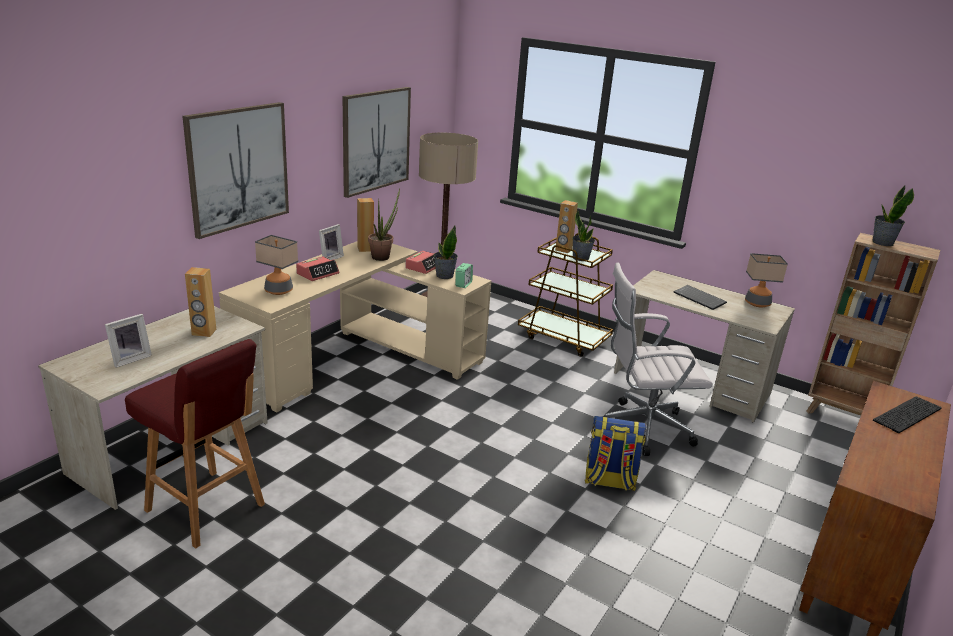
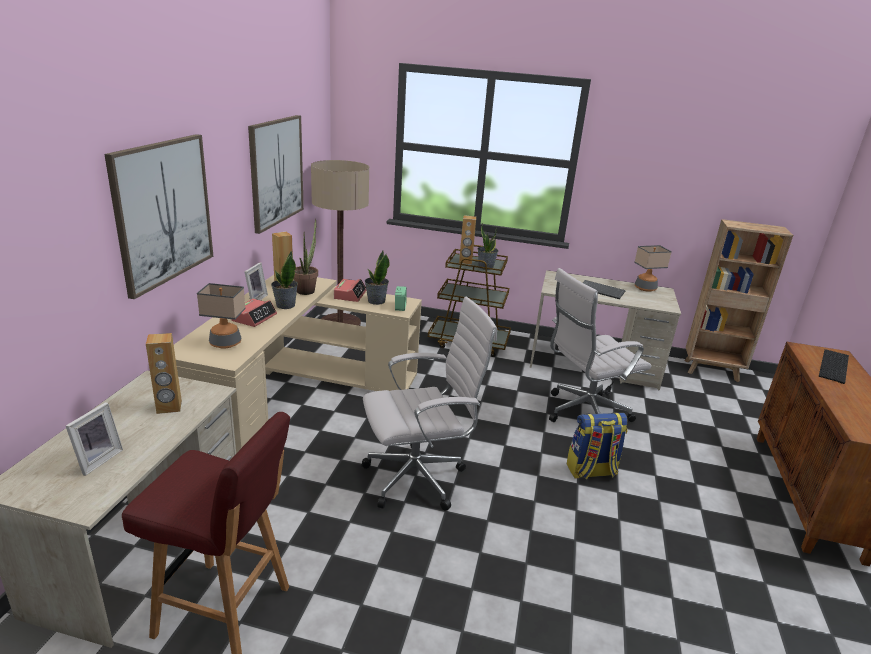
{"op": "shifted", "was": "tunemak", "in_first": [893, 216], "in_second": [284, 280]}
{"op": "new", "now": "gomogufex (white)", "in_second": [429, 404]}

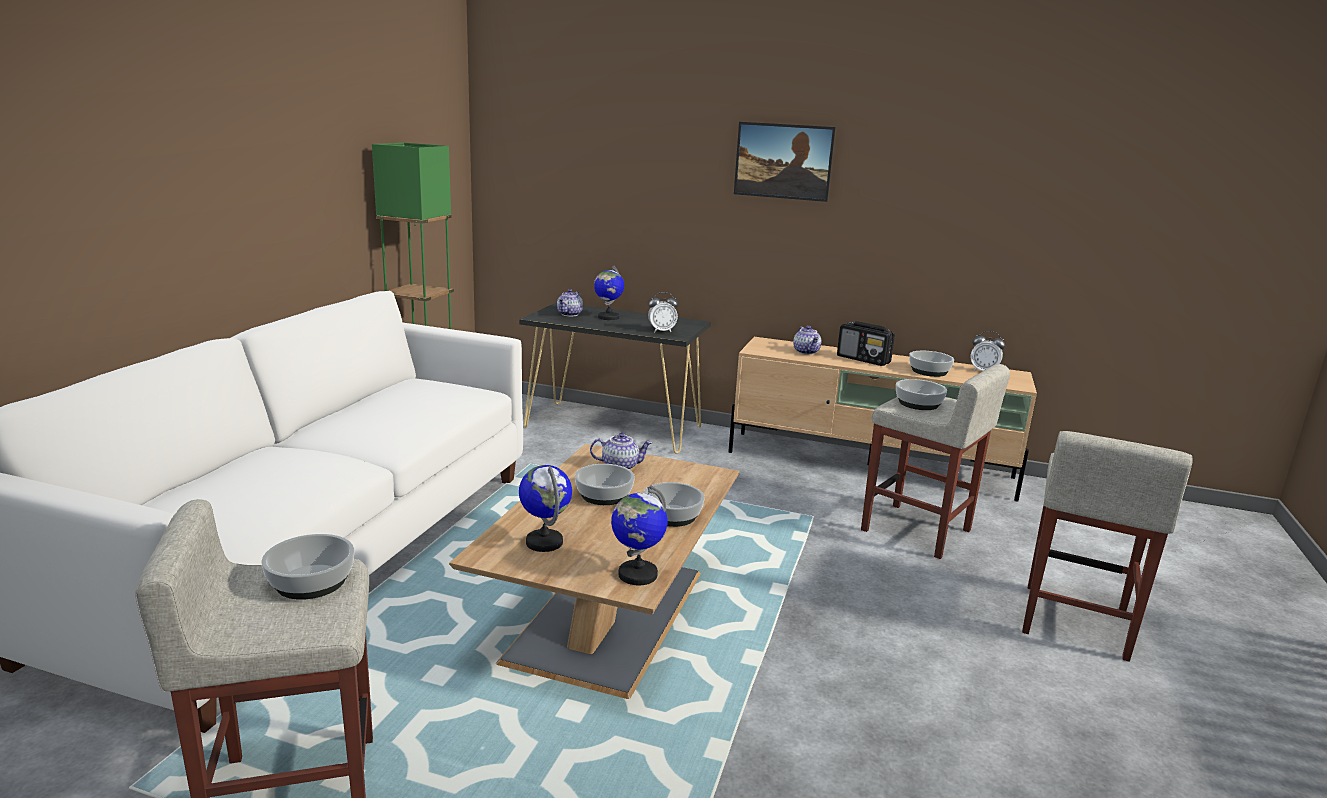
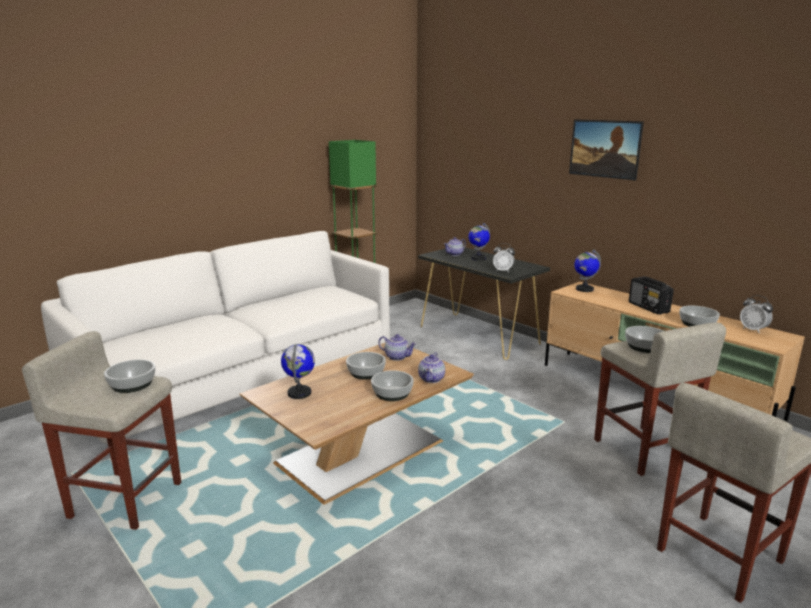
{"op": "shifted", "was": "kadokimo", "in_first": [807, 340], "in_second": [431, 367]}
{"op": "shifted", "was": "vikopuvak", "in_first": [639, 535], "in_second": [587, 270]}

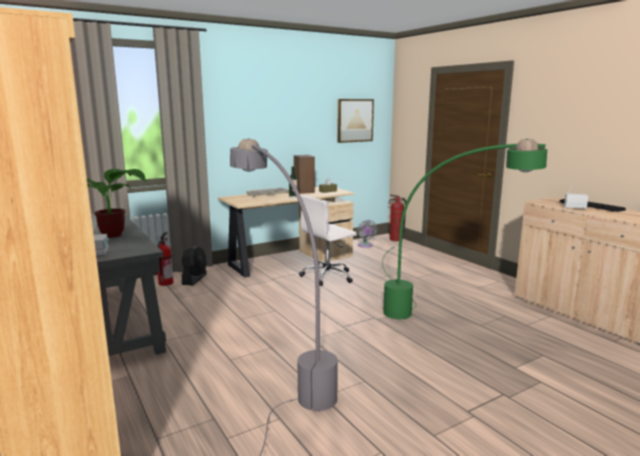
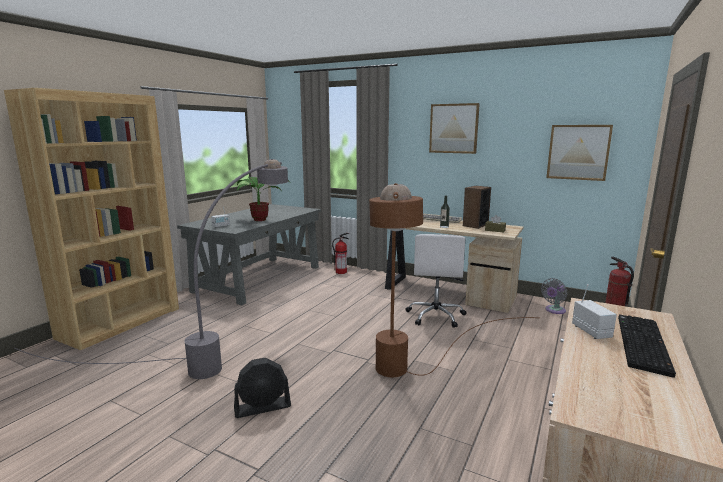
{"op": "repainted", "was": "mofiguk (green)", "now": "mofiguk (brown)", "in_first": [464, 229], "in_second": [454, 280]}
{"op": "rotated", "was": "gomogufex (white)", "in_first": [328, 240], "in_second": [436, 281], "clockwise": -105}
{"op": "shifted", "was": "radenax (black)", "in_first": [194, 265], "in_second": [262, 388]}
{"op": "new", "now": "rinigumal", "in_second": [454, 128]}

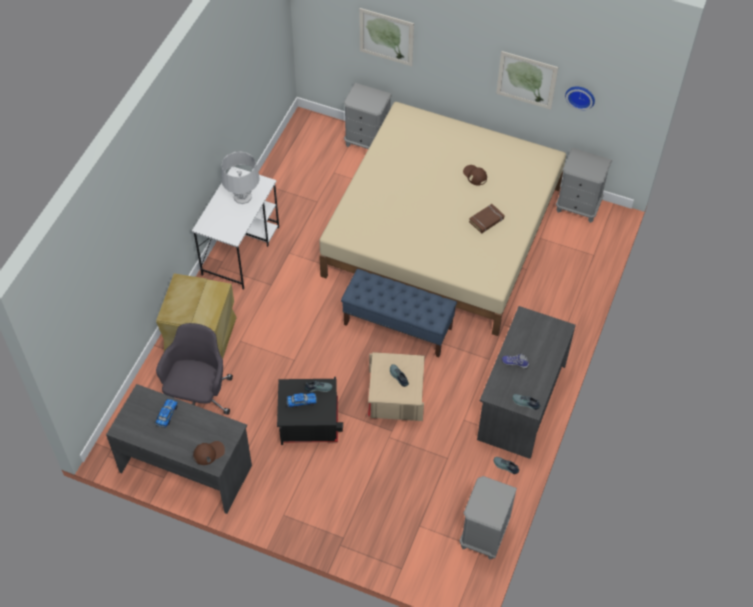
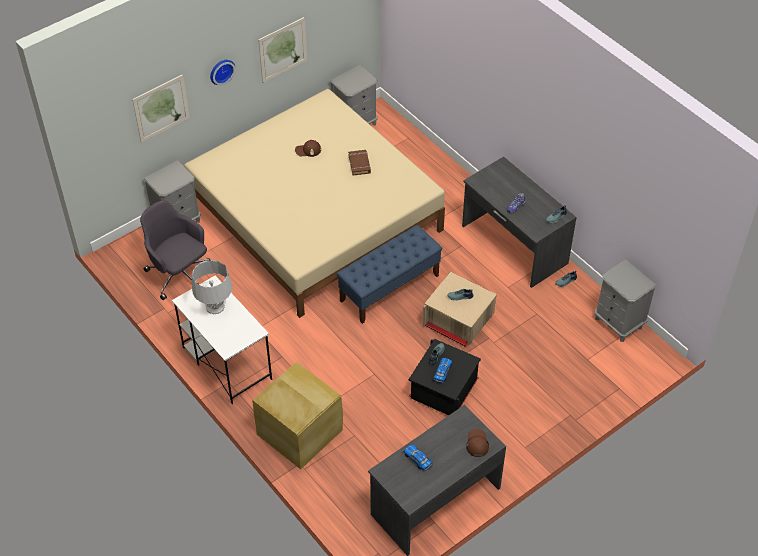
{"op": "shifted", "was": "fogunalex", "in_first": [580, 98], "in_second": [222, 72]}
{"op": "shifted", "was": "gomogufex (grey)", "in_first": [194, 369], "in_second": [175, 250]}

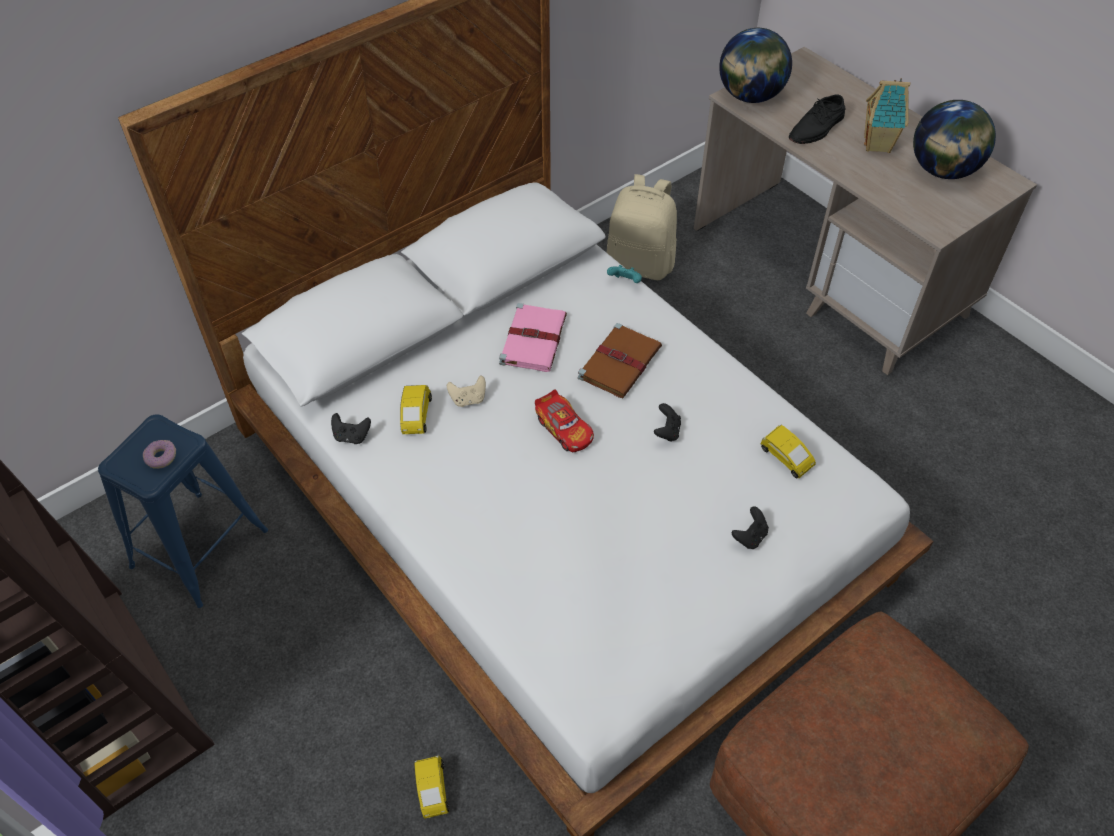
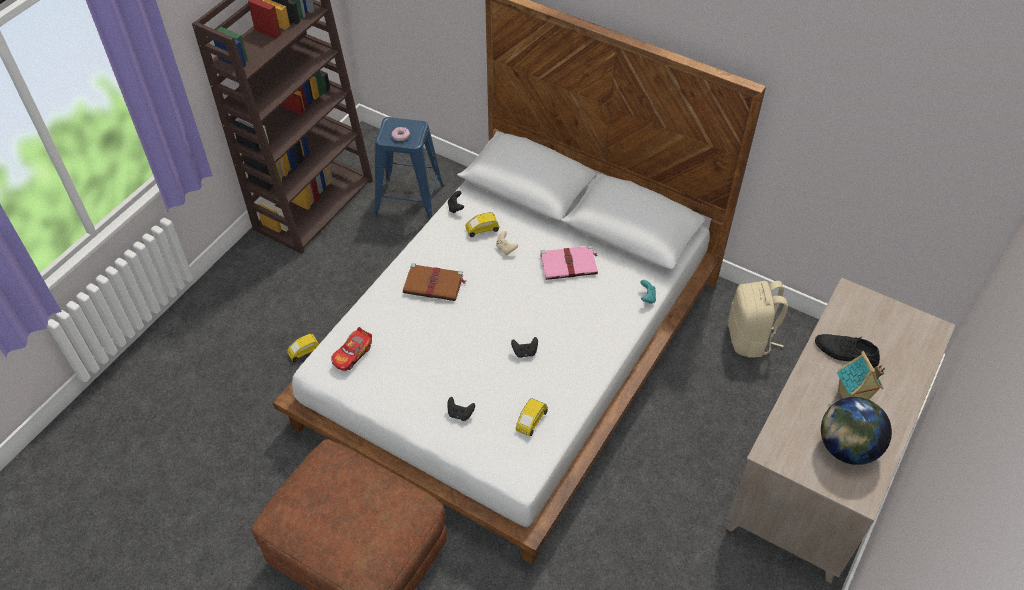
{"op": "gone", "was": "vikopuvak", "in_first": [755, 65]}
{"op": "shifted", "was": "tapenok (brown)", "in_first": [620, 360], "in_second": [434, 282]}
{"op": "shifted", "was": "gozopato", "in_first": [564, 421], "in_second": [351, 349]}

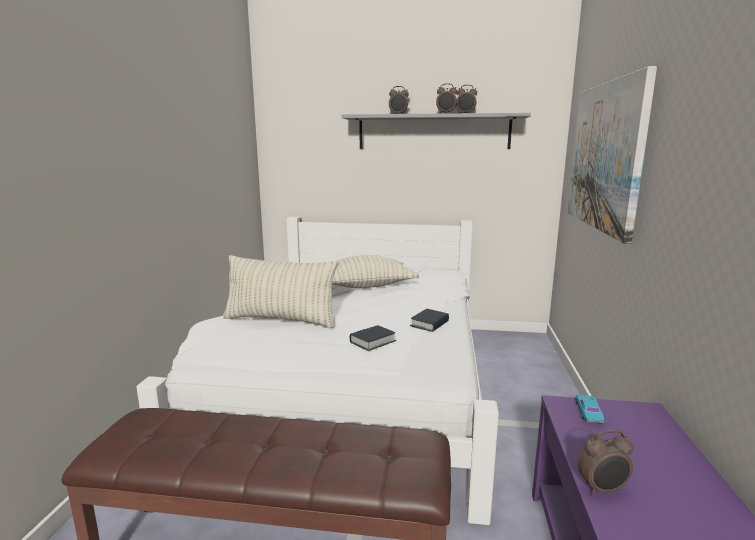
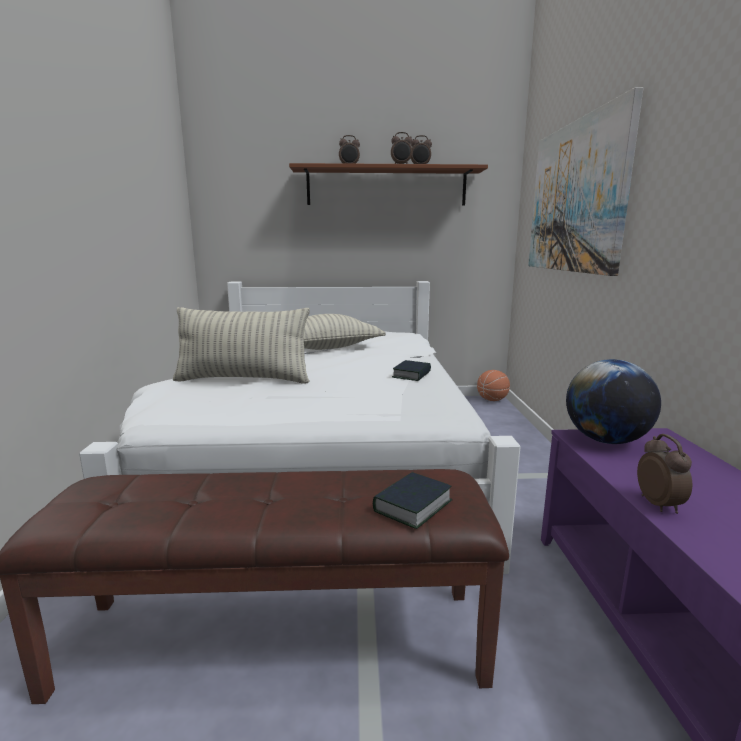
{"op": "repainted", "was": "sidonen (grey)", "now": "sidonen (brown)", "in_first": [436, 131], "in_second": [388, 184]}
{"op": "shifted", "was": "tapenok", "in_first": [373, 338], "in_second": [412, 500]}
{"op": "swapped", "was": "gozopato (turquoise)", "now": "vikopuvak", "in_first": [589, 408], "in_second": [613, 401]}
{"op": "rotated", "was": "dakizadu", "in_first": [606, 462], "in_second": [664, 474], "clockwise": -75}
{"op": "new", "now": "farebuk", "in_second": [493, 385]}

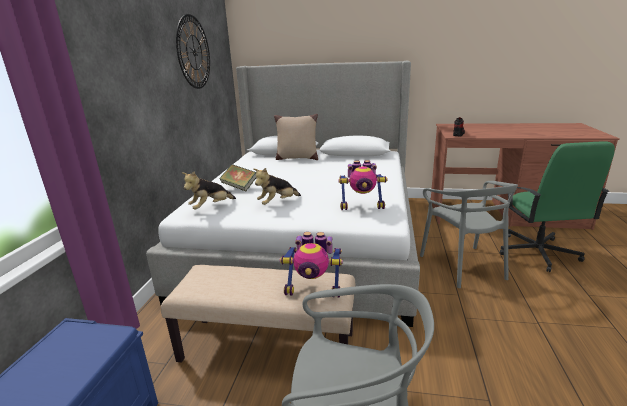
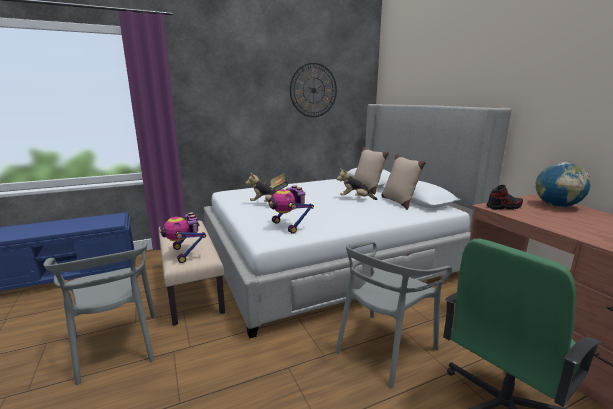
{"op": "shifted", "was": "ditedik", "in_first": [209, 190], "in_second": [357, 184]}
{"op": "new", "now": "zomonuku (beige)", "in_second": [403, 182]}
{"op": "new", "now": "vikopuvak", "in_second": [563, 184]}

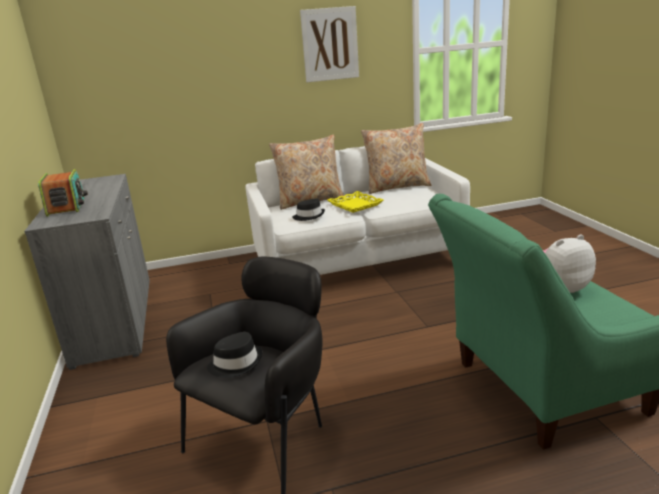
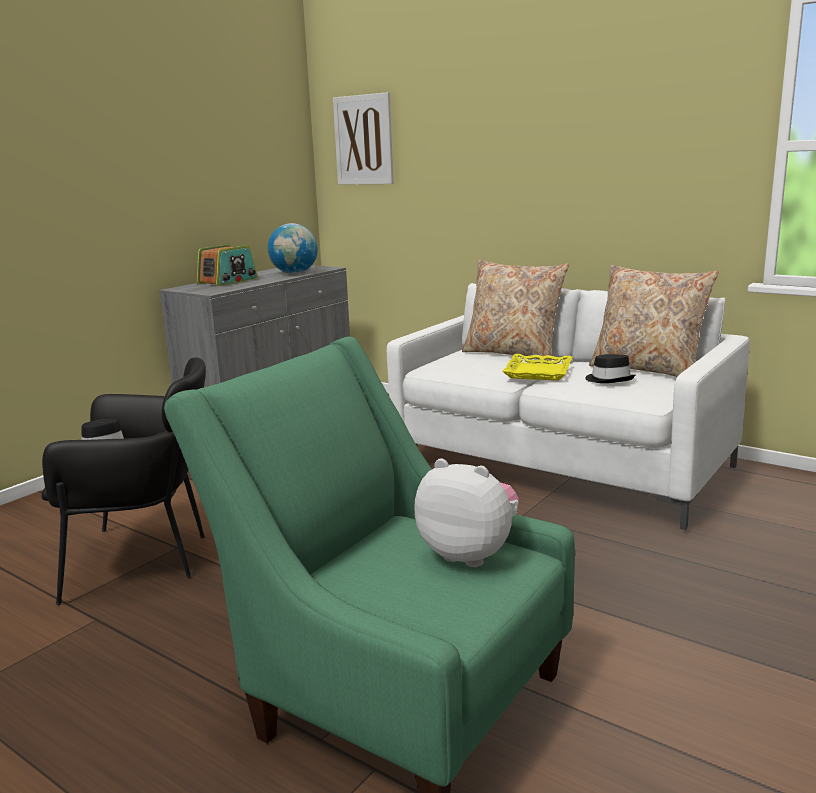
{"op": "shifted", "was": "rinigumal", "in_first": [329, 44], "in_second": [363, 138]}
{"op": "shifted", "was": "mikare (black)", "in_first": [308, 209], "in_second": [610, 368]}
{"op": "new", "now": "vikopuvak", "in_second": [293, 248]}

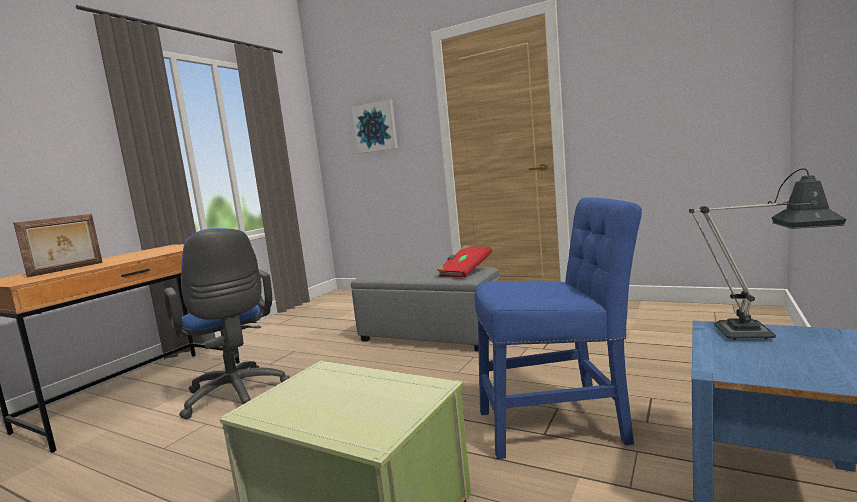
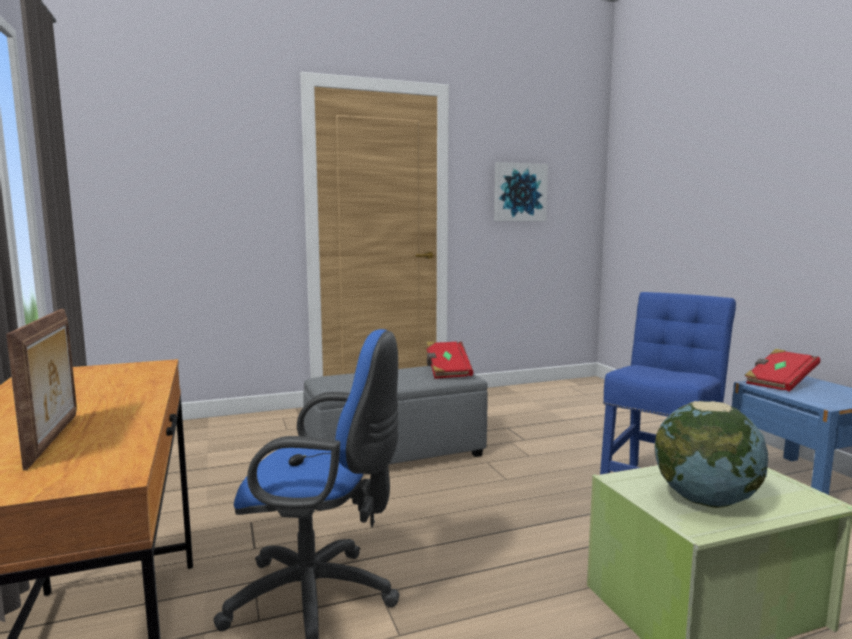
{"op": "shifted", "was": "rinigumal", "in_first": [375, 126], "in_second": [521, 191]}
{"op": "swapped", "was": "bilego", "now": "tapenok (red)", "in_first": [767, 254], "in_second": [782, 370]}
{"op": "new", "now": "vikopuvak", "in_second": [711, 454]}

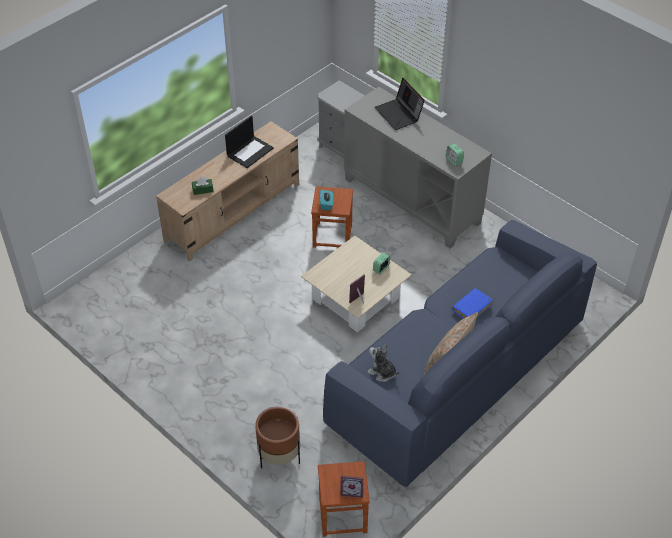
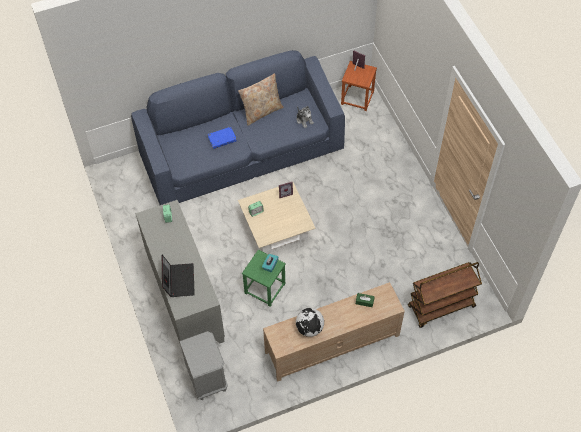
{"op": "swapped", "was": "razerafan", "now": "vikopuvak", "in_first": [249, 142], "in_second": [310, 322]}
{"op": "repainted", "was": "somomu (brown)", "now": "somomu (green)", "in_first": [332, 217], "in_second": [264, 278]}
{"op": "gone", "was": "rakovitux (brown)", "in_first": [277, 437]}
{"op": "new", "now": "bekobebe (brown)", "in_second": [445, 295]}

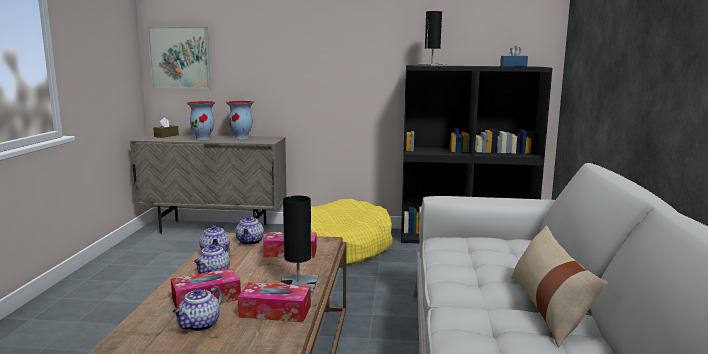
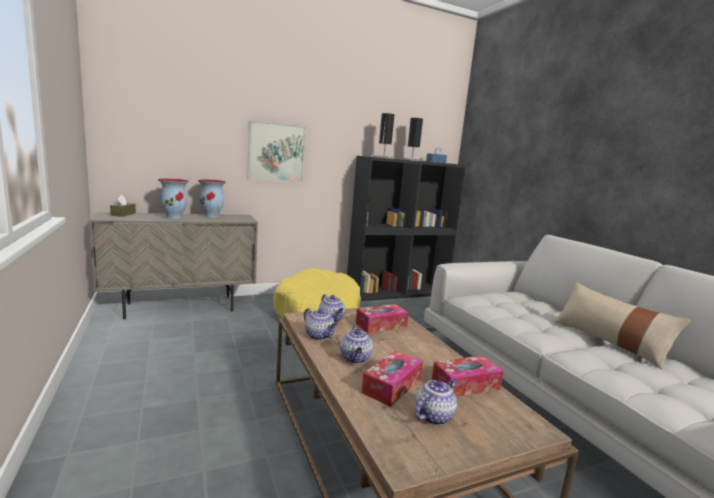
{"op": "shifted", "was": "rinigumal", "in_first": [179, 57], "in_second": [276, 151]}
{"op": "shifted", "was": "bilego (black)", "in_first": [299, 244], "in_second": [412, 139]}
{"op": "rotated", "was": "kadokimo", "in_first": [197, 308], "in_second": [436, 401], "clockwise": -135}

